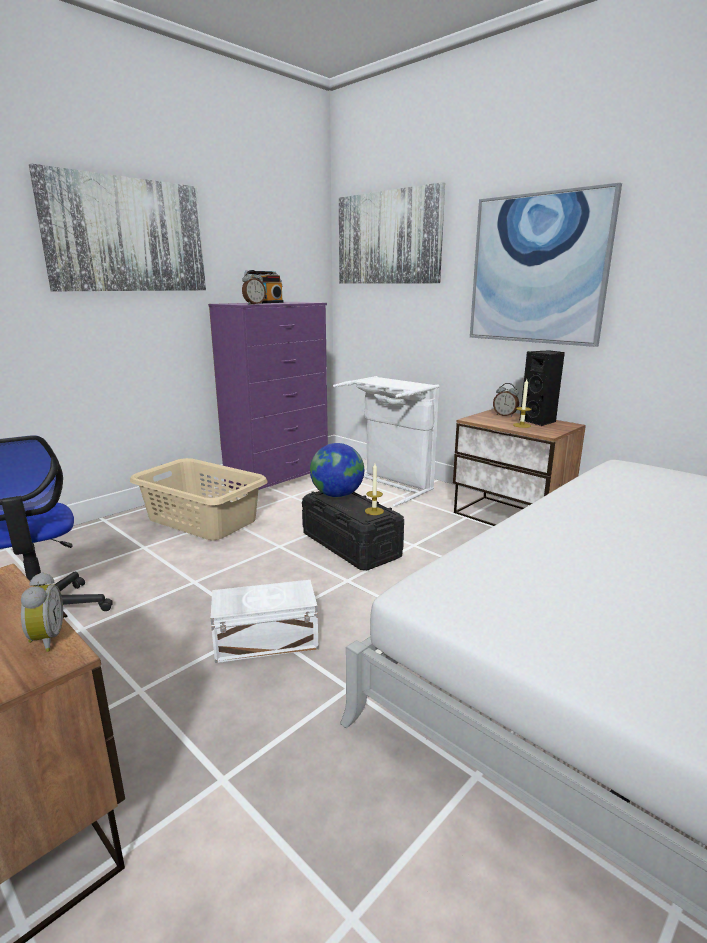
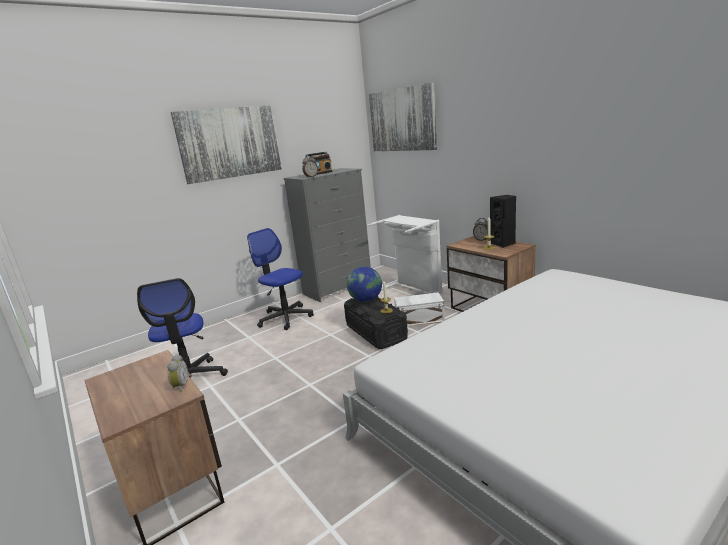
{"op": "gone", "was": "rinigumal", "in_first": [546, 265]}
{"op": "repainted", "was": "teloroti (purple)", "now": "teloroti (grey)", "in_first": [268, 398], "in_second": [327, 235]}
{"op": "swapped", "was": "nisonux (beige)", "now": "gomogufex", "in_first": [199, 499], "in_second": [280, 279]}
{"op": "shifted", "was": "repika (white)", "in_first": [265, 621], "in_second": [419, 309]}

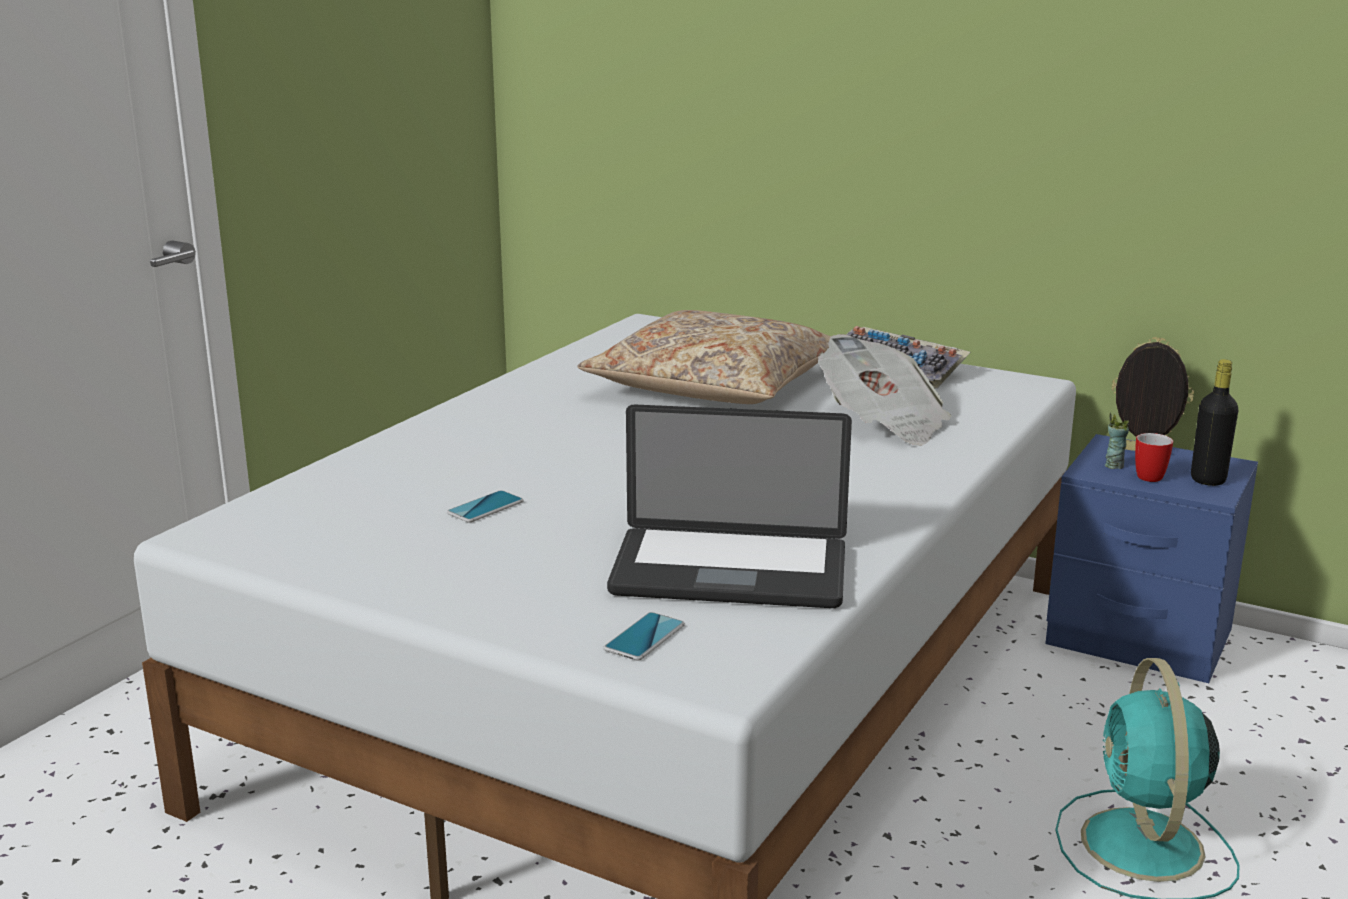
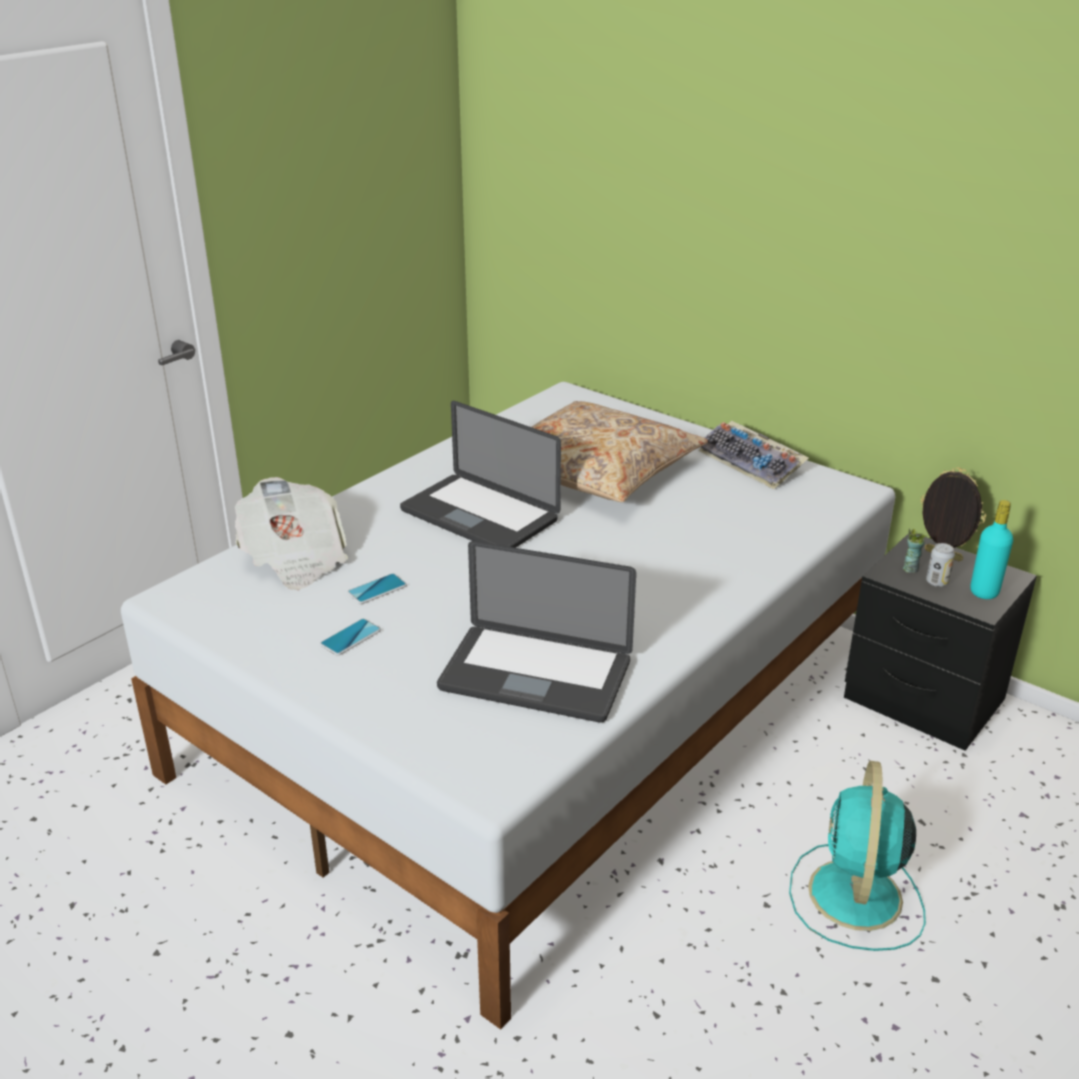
{"op": "shifted", "was": "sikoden", "in_first": [884, 390], "in_second": [291, 533]}
{"op": "repainted", "was": "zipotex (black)", "now": "zipotex (turquoise)", "in_first": [1214, 422], "in_second": [991, 549]}
{"op": "swapped", "was": "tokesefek", "now": "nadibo", "in_first": [1154, 457], "in_second": [940, 565]}
{"op": "repainted", "was": "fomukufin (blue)", "now": "fomukufin (black)", "in_first": [1151, 558], "in_second": [940, 641]}
{"op": "shifted", "was": "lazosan", "in_first": [644, 636], "in_second": [350, 637]}
{"op": "new", "now": "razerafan", "in_second": [480, 474]}

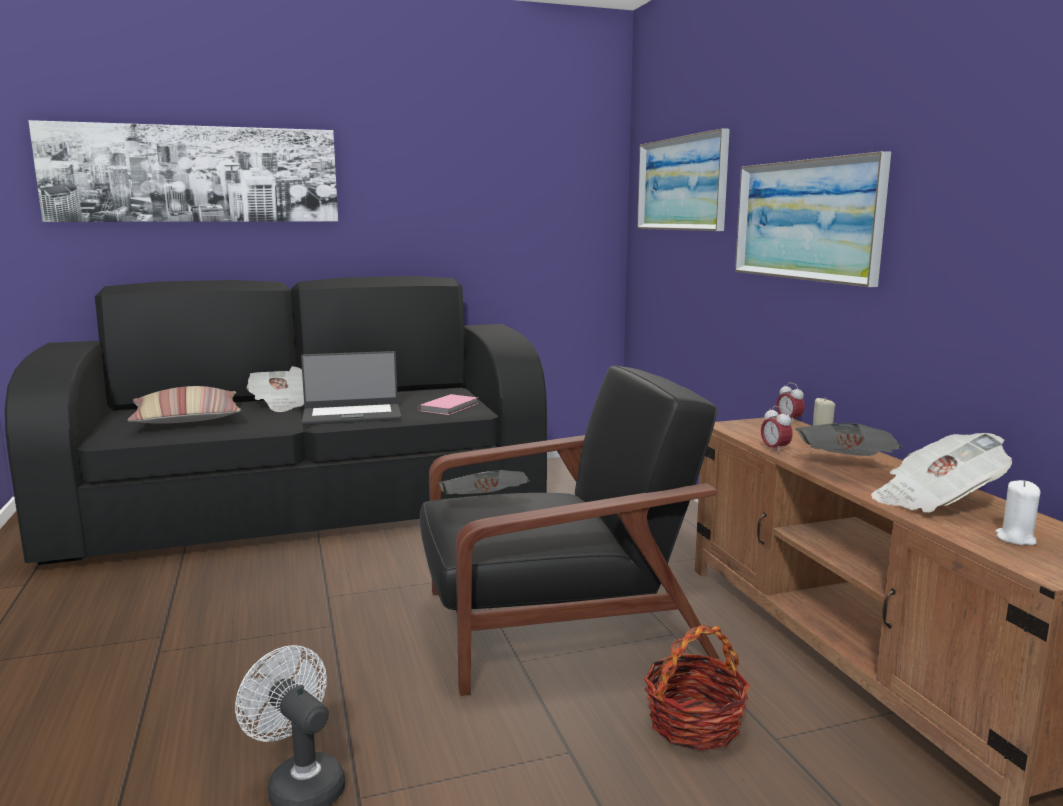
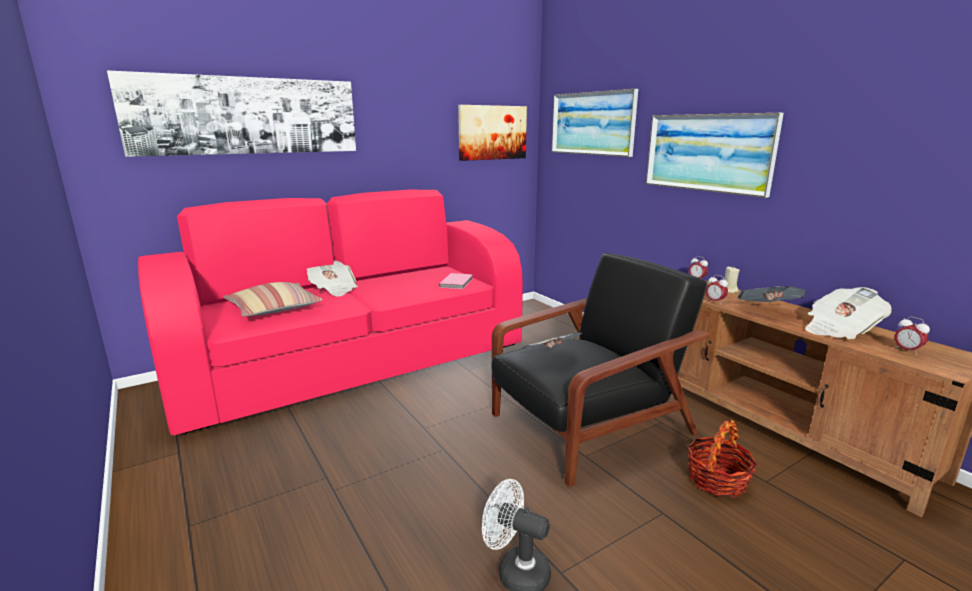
{"op": "repainted", "was": "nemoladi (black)", "now": "nemoladi (pink)", "in_first": [276, 420], "in_second": [330, 312]}
{"op": "gone", "was": "razerafan", "in_first": [351, 388]}
{"op": "swapped", "was": "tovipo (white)", "now": "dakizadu", "in_first": [1017, 512], "in_second": [912, 336]}
{"op": "new", "now": "rinigumal", "in_second": [492, 133]}

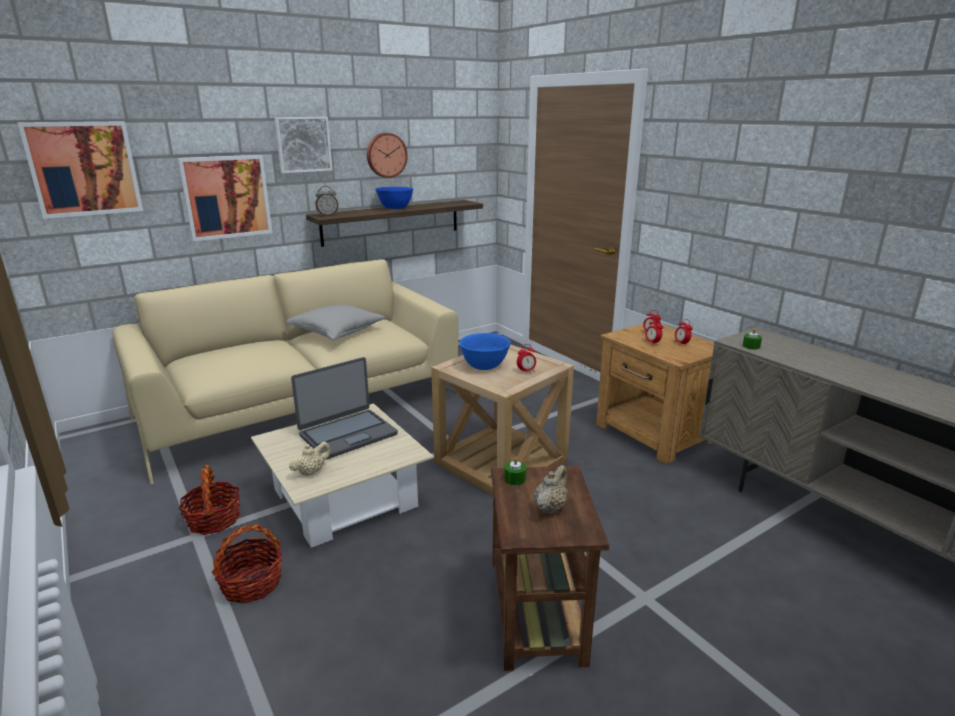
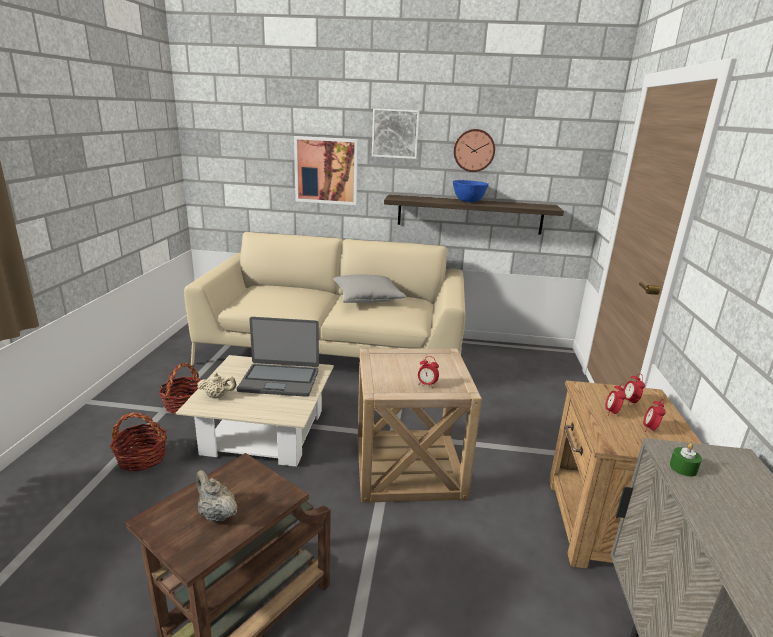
{"op": "gone", "was": "rinigumal", "in_first": [80, 170]}
{"op": "gone", "was": "dakizadu", "in_first": [326, 201]}
{"op": "gone", "was": "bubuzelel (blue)", "in_first": [485, 351]}
{"op": "gone", "was": "tovipo (green)", "in_first": [515, 471]}
{"op": "rotated", "was": "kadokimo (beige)", "in_first": [551, 489], "in_second": [217, 496], "clockwise": -120}

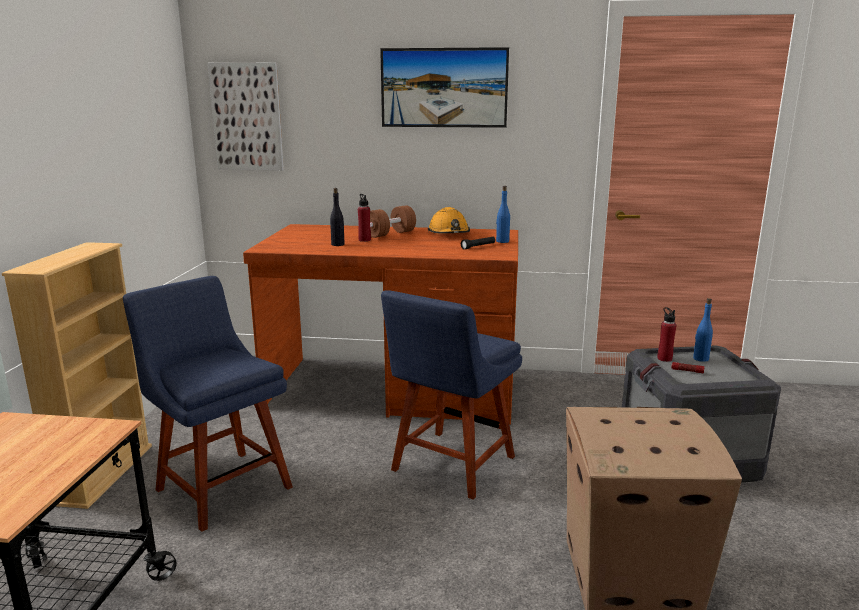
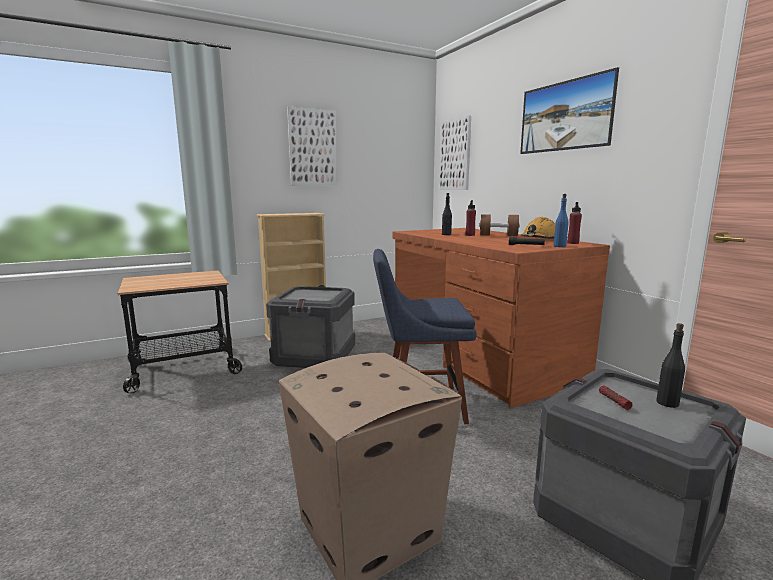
{"op": "swapped", "was": "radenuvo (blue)", "now": "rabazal", "in_first": [208, 404], "in_second": [310, 326]}
{"op": "repainted", "was": "zipotex (blue)", "now": "zipotex (black)", "in_first": [703, 330], "in_second": [670, 365]}
{"op": "shifted", "was": "zipotex (red)", "in_first": [666, 334], "in_second": [574, 223]}
{"op": "new", "now": "rinigumal", "in_second": [312, 146]}

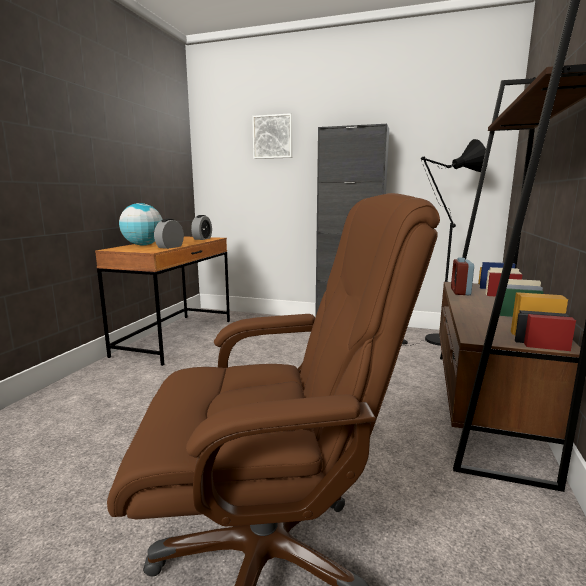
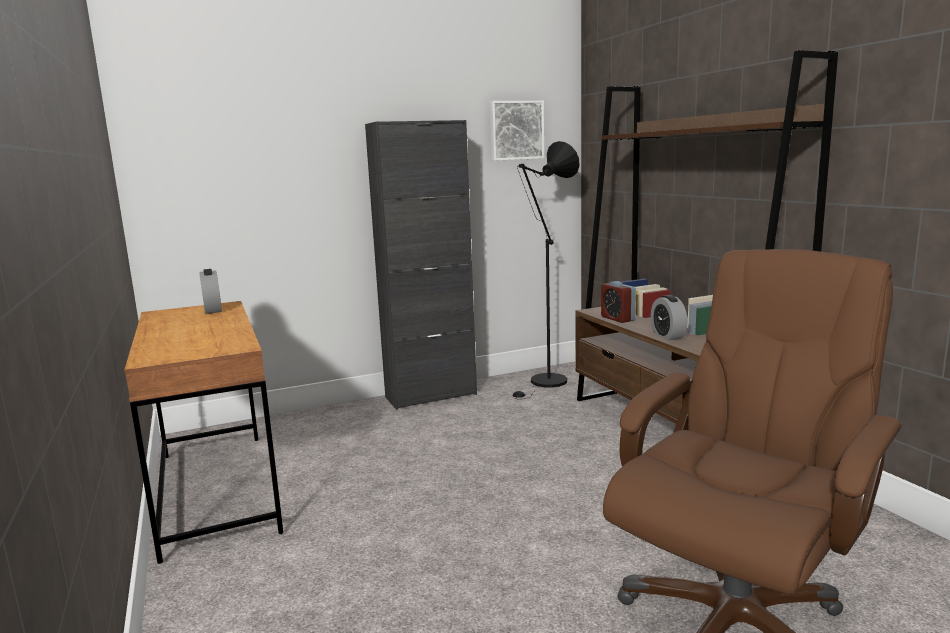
{"op": "shifted", "was": "rinigumal", "in_first": [272, 136], "in_second": [517, 131]}
{"op": "gone", "was": "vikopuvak", "in_first": [141, 224]}
{"op": "shifted", "was": "dakizadu", "in_first": [169, 234], "in_second": [669, 317]}

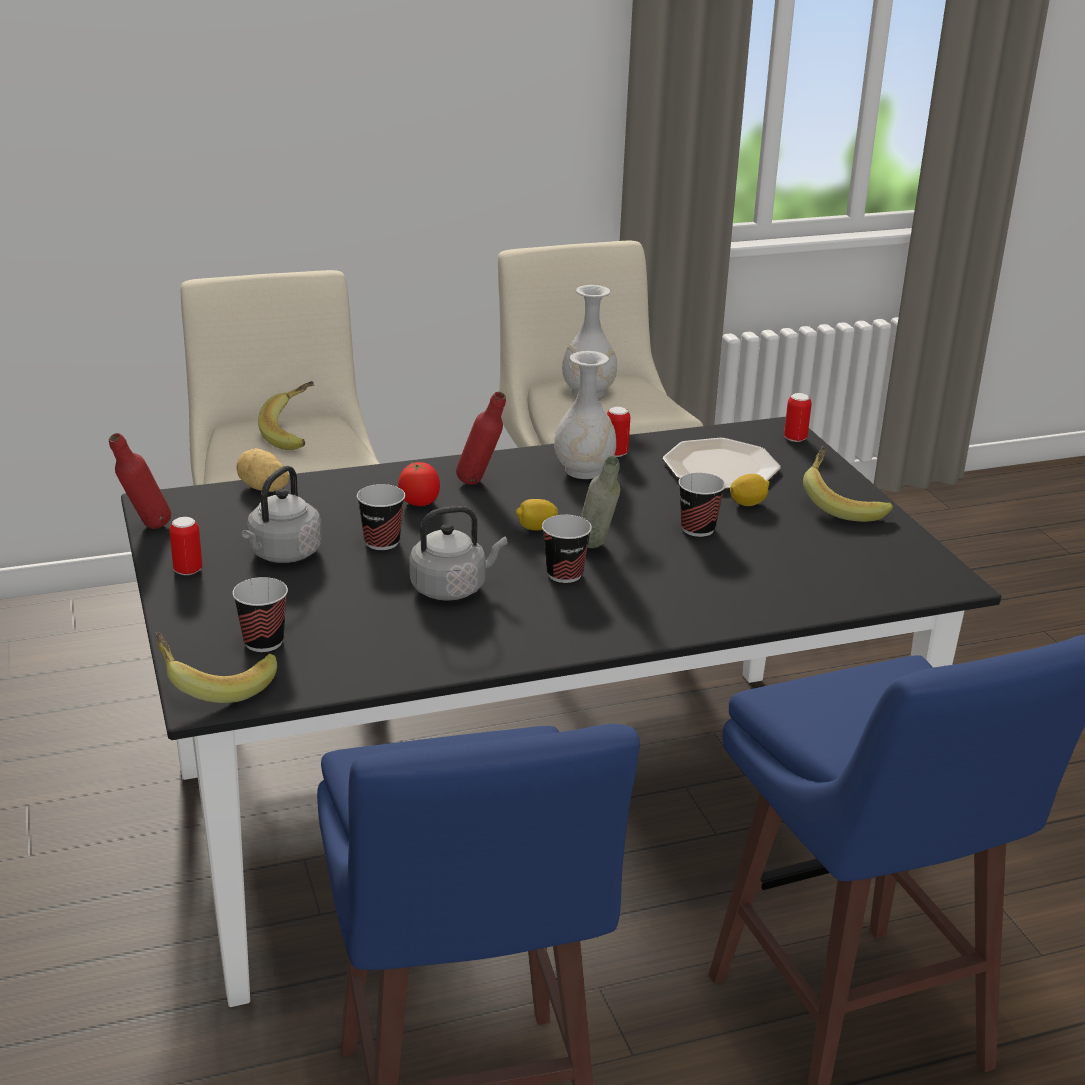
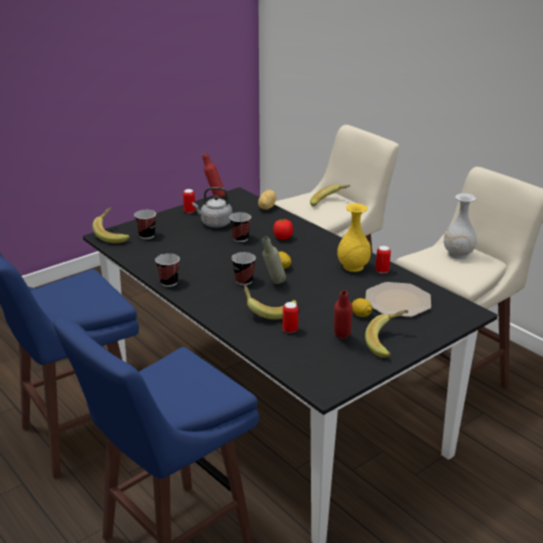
{"op": "repainted", "was": "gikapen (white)", "now": "gikapen (yellow)", "in_first": [585, 415], "in_second": [354, 237]}
{"op": "shifted", "was": "zipotex (red)", "in_first": [481, 438], "in_second": [343, 314]}
{"op": "shifted", "was": "nadibo", "in_first": [798, 417], "in_second": [290, 317]}
{"op": "shifted", "was": "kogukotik", "in_first": [702, 505], "in_second": [167, 270]}
{"op": "gone", "was": "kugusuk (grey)", "in_first": [458, 553]}
{"op": "new", "now": "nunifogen", "in_second": [270, 302]}

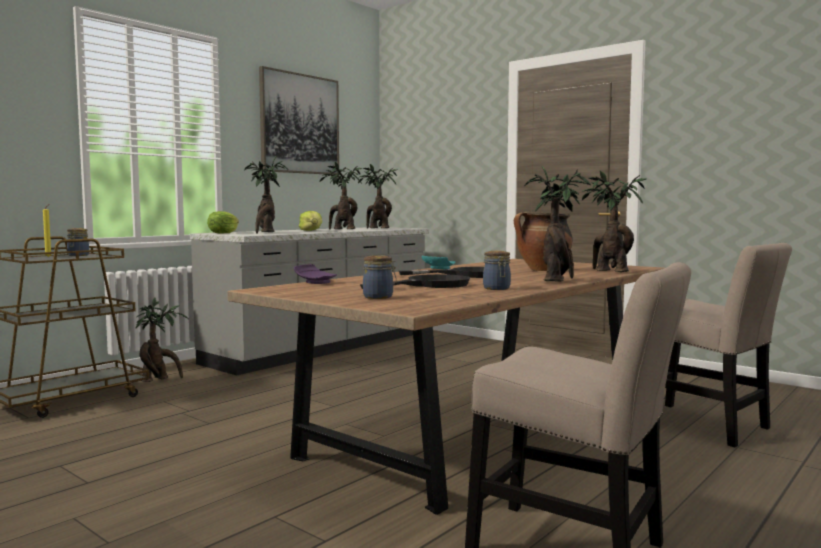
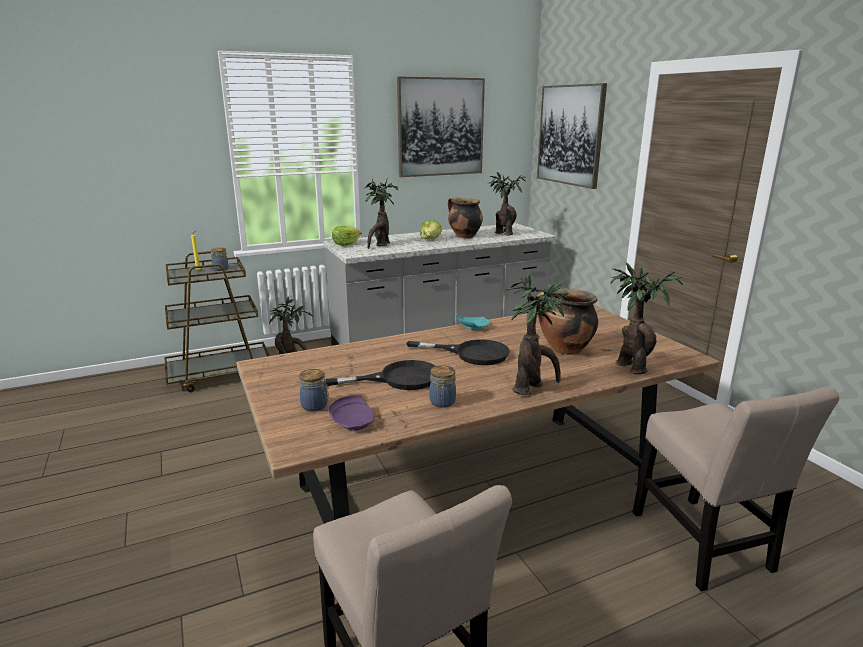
{"op": "swapped", "was": "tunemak", "now": "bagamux", "in_first": [340, 195], "in_second": [465, 217]}
{"op": "shifted", "was": "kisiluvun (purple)", "in_first": [315, 274], "in_second": [351, 413]}
{"op": "new", "now": "rinigumal", "in_second": [572, 136]}

